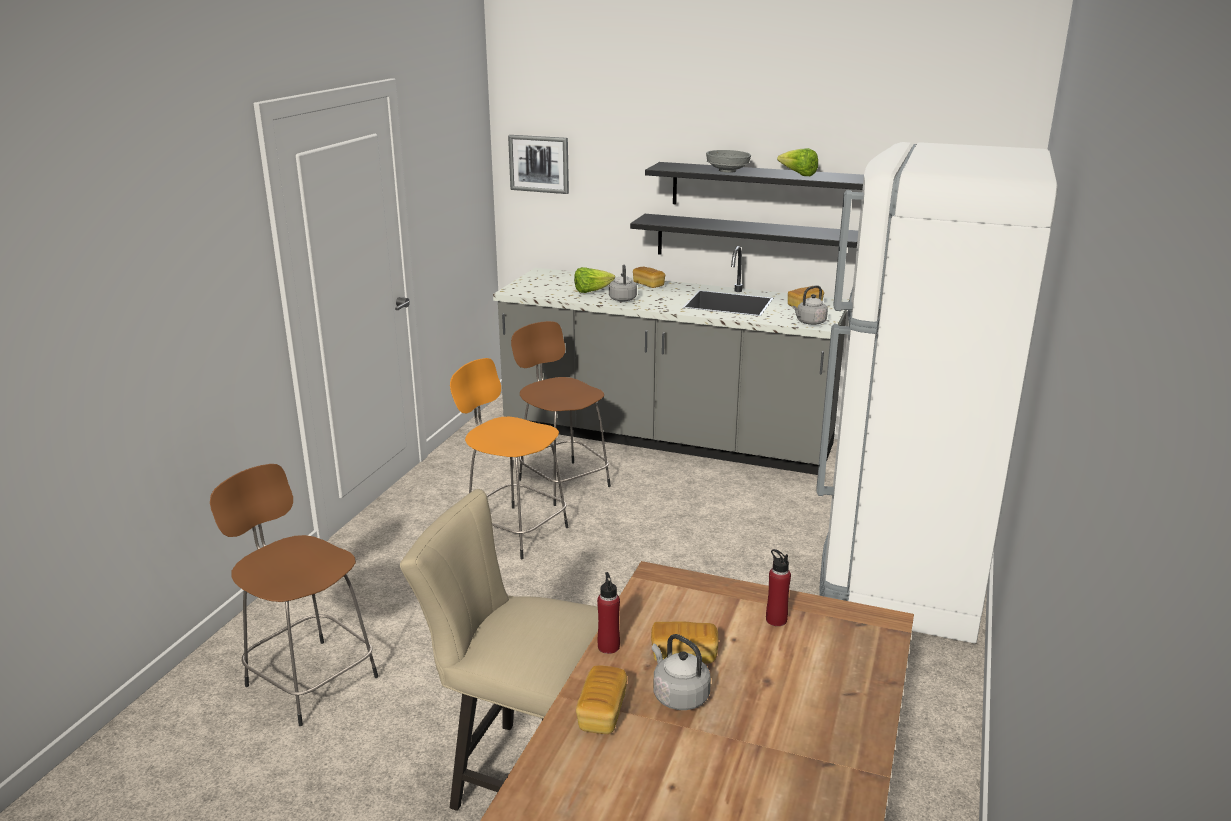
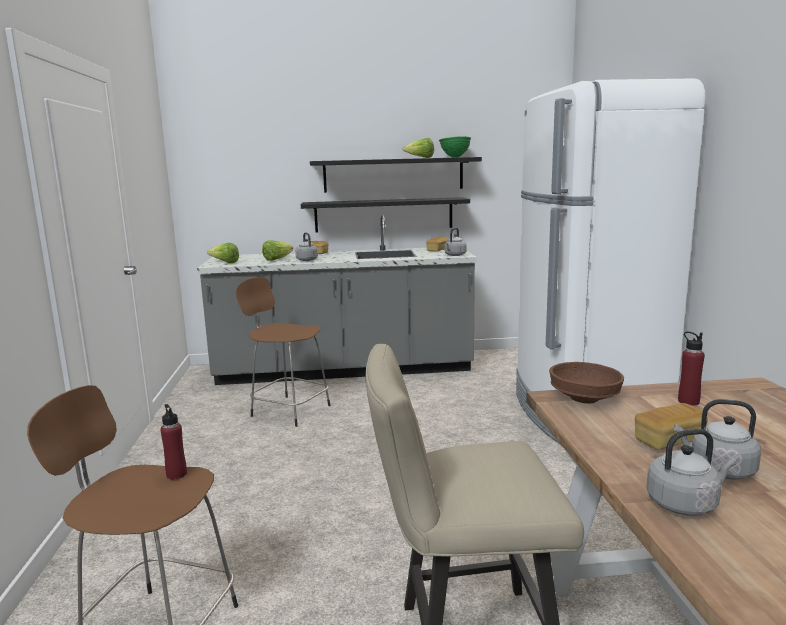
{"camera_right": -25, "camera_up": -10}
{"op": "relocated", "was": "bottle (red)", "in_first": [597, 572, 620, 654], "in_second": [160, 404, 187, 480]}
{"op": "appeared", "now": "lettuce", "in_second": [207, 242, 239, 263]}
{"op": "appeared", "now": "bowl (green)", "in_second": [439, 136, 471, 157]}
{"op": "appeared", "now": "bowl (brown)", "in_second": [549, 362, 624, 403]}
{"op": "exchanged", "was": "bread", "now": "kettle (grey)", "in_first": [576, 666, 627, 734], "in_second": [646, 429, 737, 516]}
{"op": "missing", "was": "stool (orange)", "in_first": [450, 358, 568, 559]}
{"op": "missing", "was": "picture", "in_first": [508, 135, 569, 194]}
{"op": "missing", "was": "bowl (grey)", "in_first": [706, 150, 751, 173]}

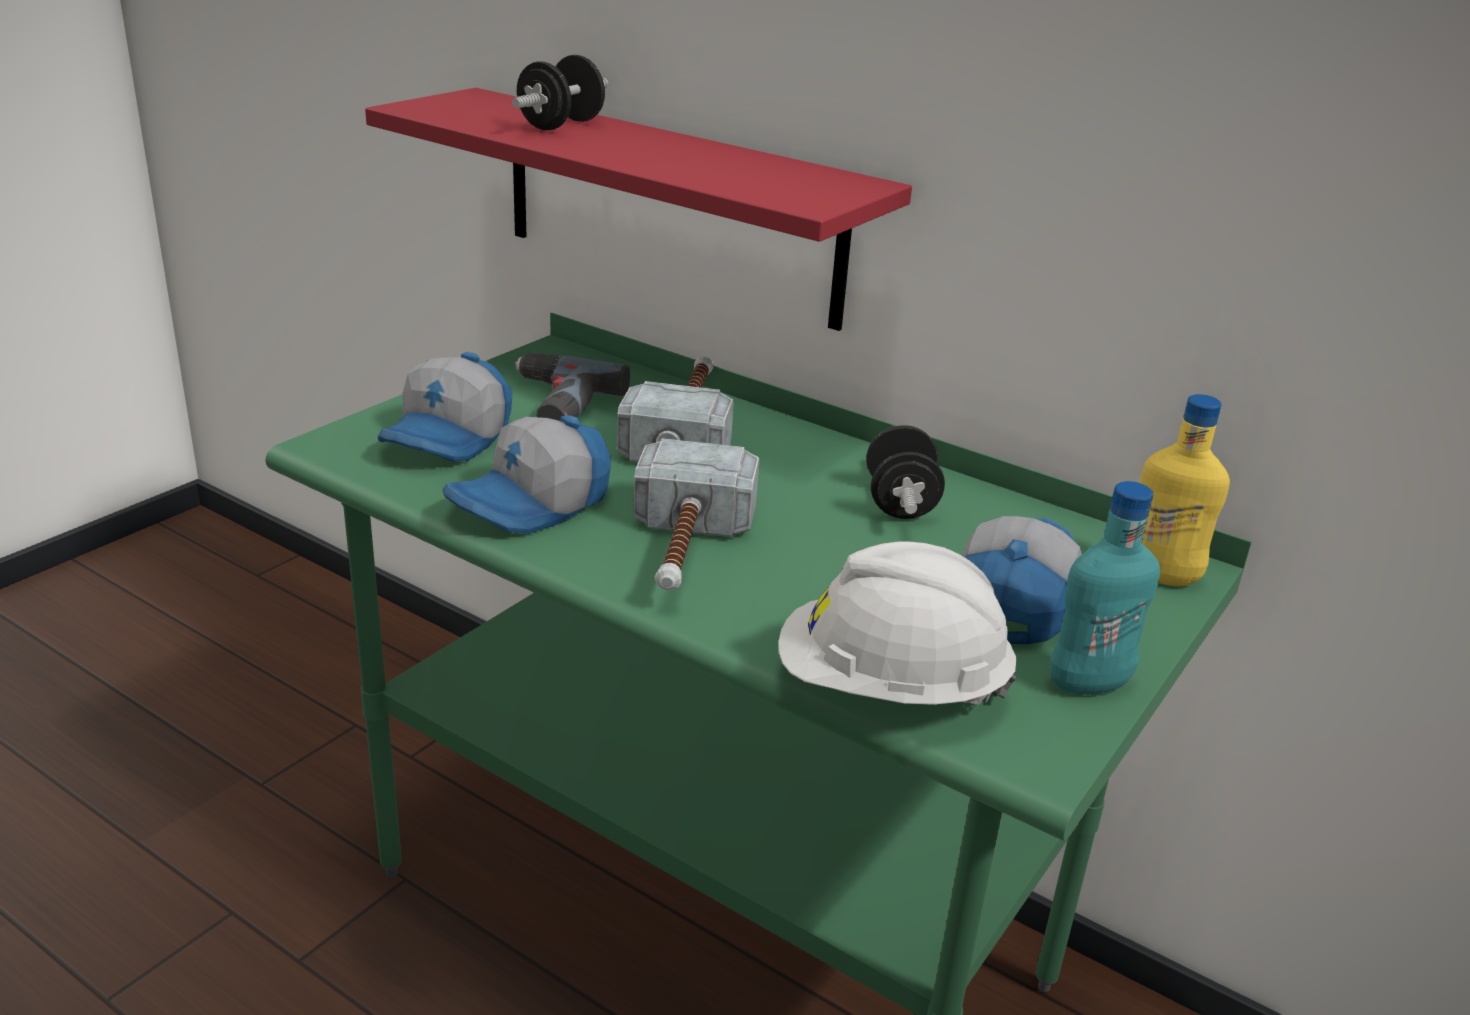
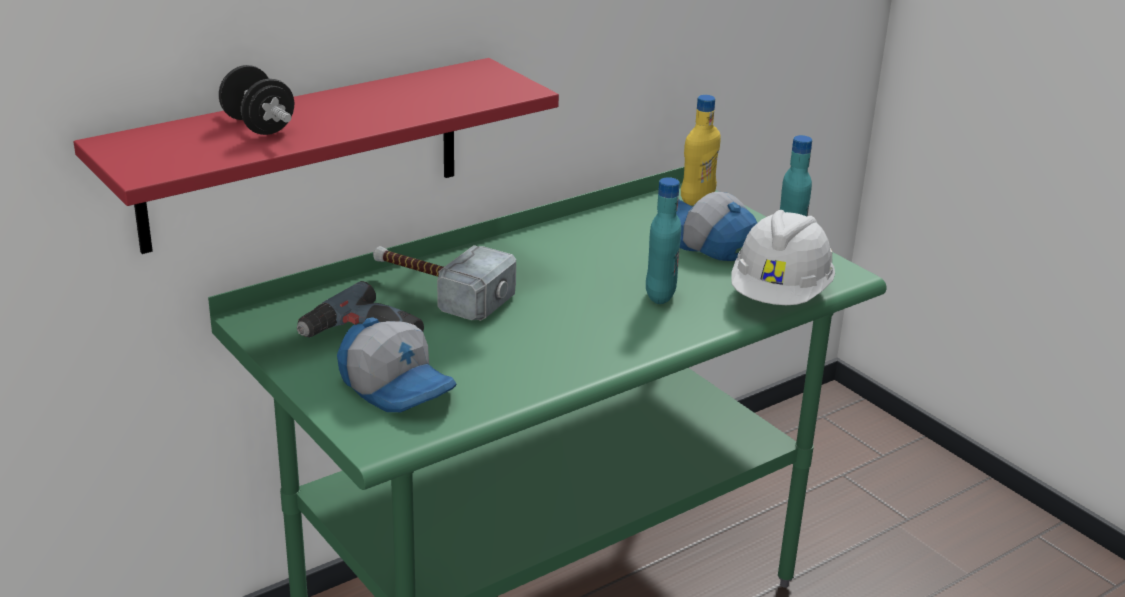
{"camera_right": -70, "camera_up": 0}
{"op": "appeared", "now": "bottle (turquoise)", "in_second": [646, 177, 681, 304]}
{"op": "missing", "was": "cap", "in_first": [442, 415, 611, 534]}
{"op": "missing", "was": "hammer", "in_first": [634, 438, 759, 590]}
{"op": "missing", "was": "dumbbell (black)", "in_first": [866, 425, 945, 519]}

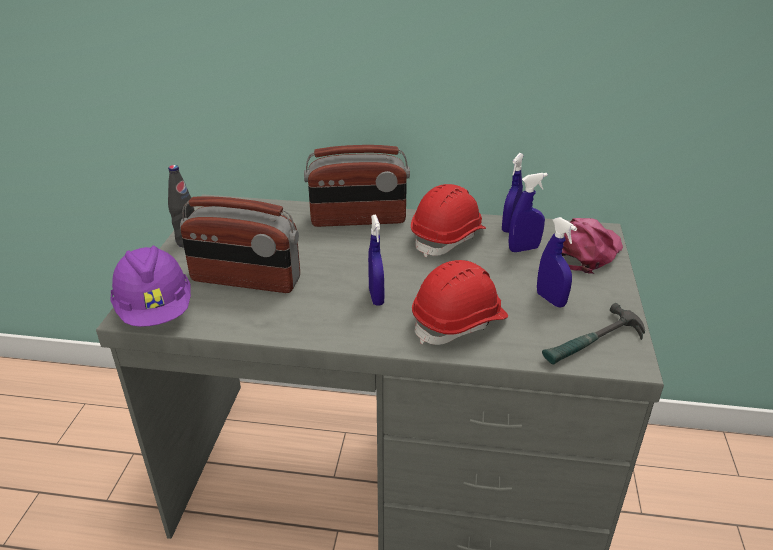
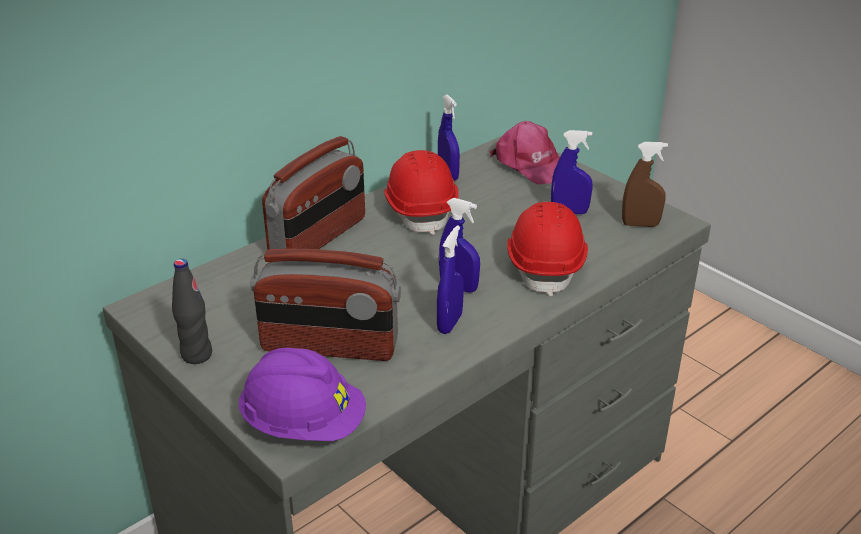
{"camera_right": -50, "camera_up": 0}
{"op": "spun", "was": "radio", "in_first": [180, 196, 300, 293], "in_second": [250, 248, 401, 361], "clockwise": 45}
{"op": "relocated", "was": "spray bottle (blue)", "in_first": [508, 173, 548, 252], "in_second": [437, 225, 464, 334]}
{"op": "spun", "was": "cap (pink)", "in_first": [562, 218, 623, 274], "in_second": [490, 121, 560, 184], "clockwise": 150}
{"op": "exchanged", "was": "hammer", "now": "spray bottle (brown)", "in_first": [542, 303, 645, 364], "in_second": [622, 142, 668, 227]}

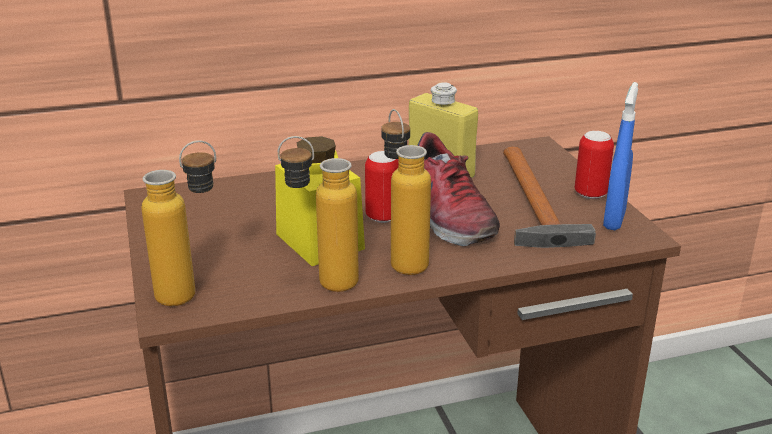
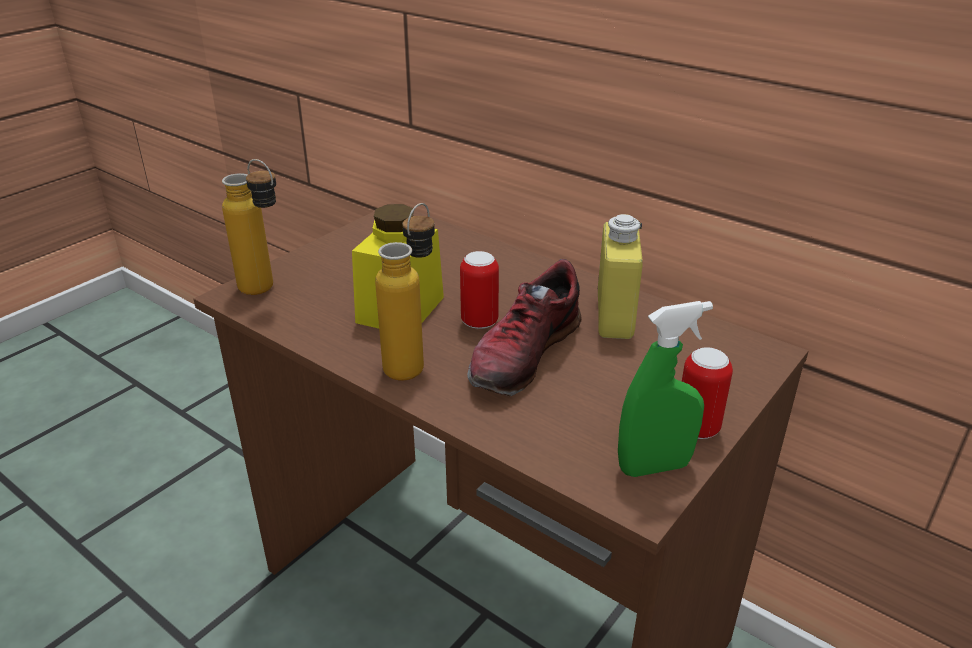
{"camera_right": 55, "camera_up": 5}
{"op": "colour", "was": "spray bottle (blue)", "now": "spray bottle (green)", "in_first": [603, 82, 638, 230], "in_second": [618, 301, 713, 477]}
{"op": "missing", "was": "bottle", "in_first": [278, 136, 359, 292]}
{"op": "missing", "was": "hammer", "in_first": [503, 146, 596, 248]}

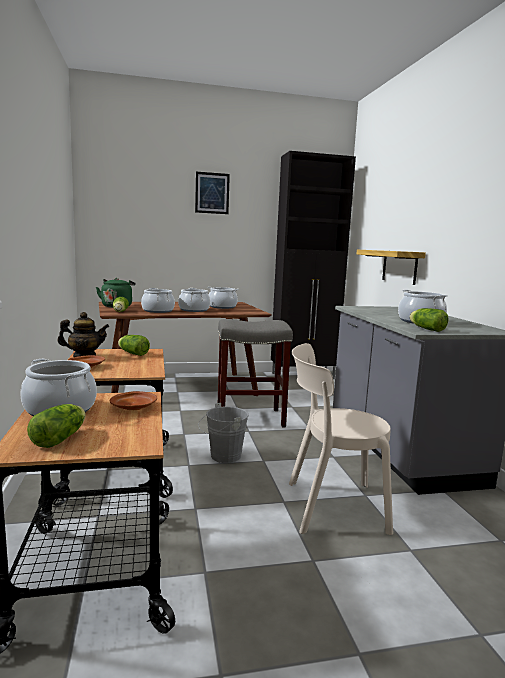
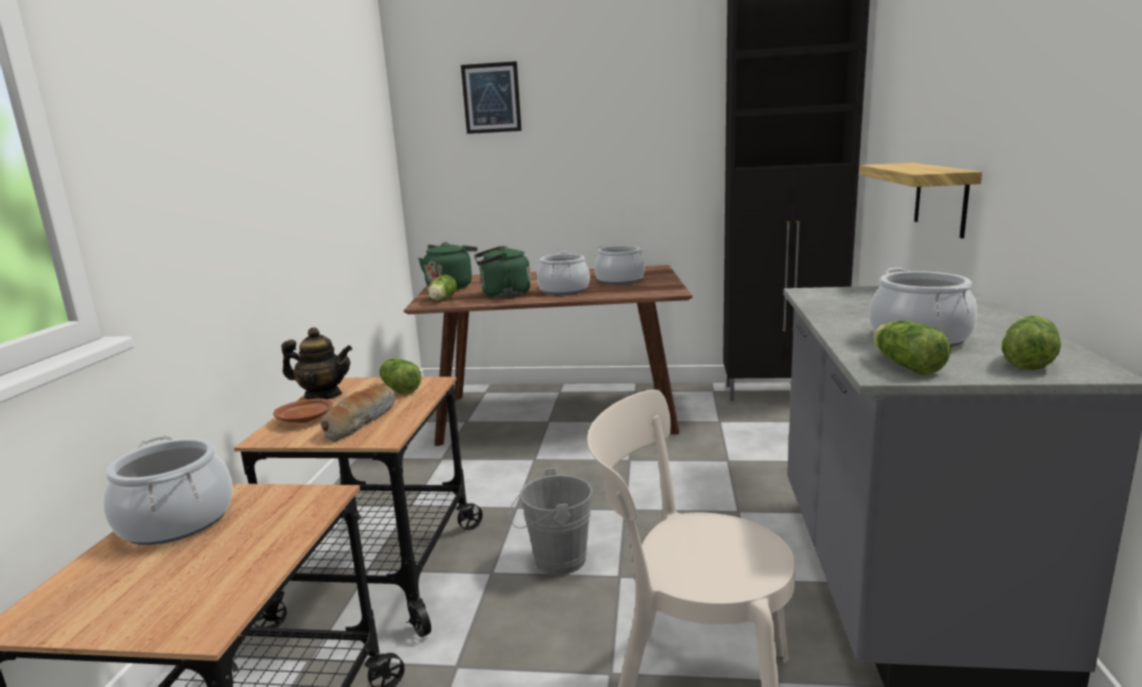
{"camera_right": 20, "camera_up": 5}
{"op": "appeared", "now": "bread", "in_second": [321, 385, 395, 442]}
{"op": "relocated", "was": "picture", "in_first": [195, 172, 230, 214], "in_second": [461, 61, 522, 134]}
{"op": "exchanged", "was": "cooking pot", "now": "kettle (green)", "in_first": [141, 288, 175, 313], "in_second": [474, 246, 531, 298]}
{"op": "relocated", "was": "lettuce", "in_first": [27, 404, 86, 448], "in_second": [1002, 316, 1061, 370]}
{"op": "missing", "was": "plate (brown)", "in_first": [109, 391, 157, 410]}
{"op": "missing", "was": "stool (grey)", "in_first": [218, 319, 293, 427]}

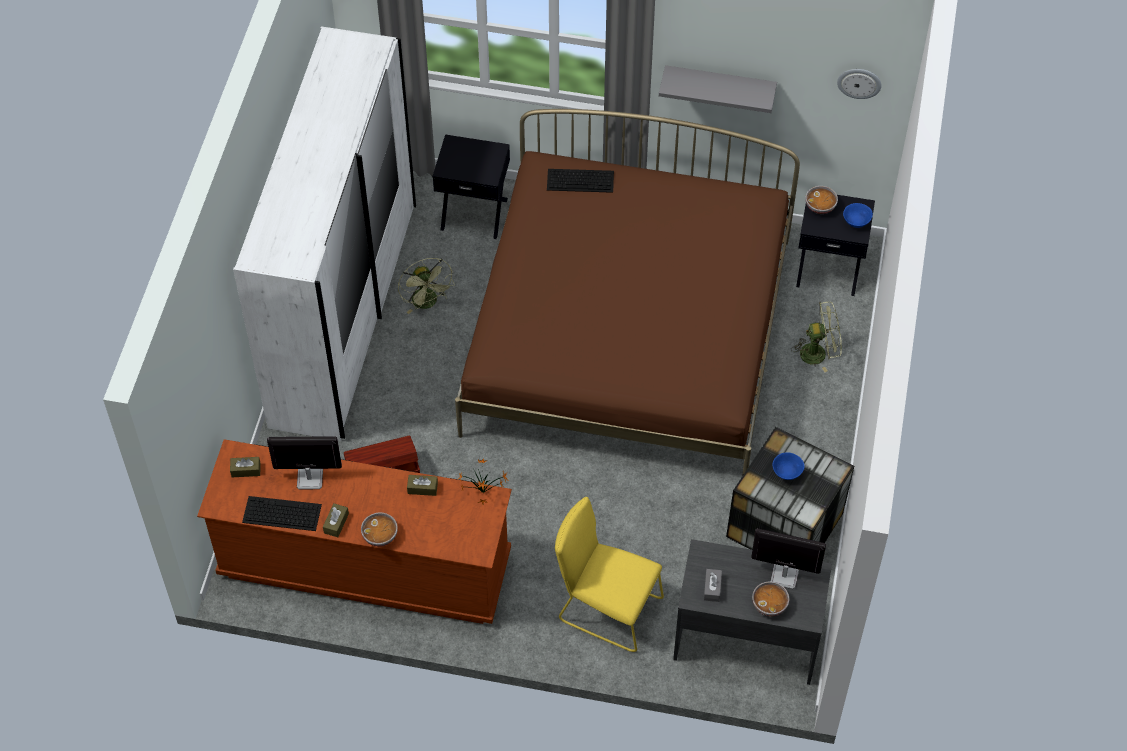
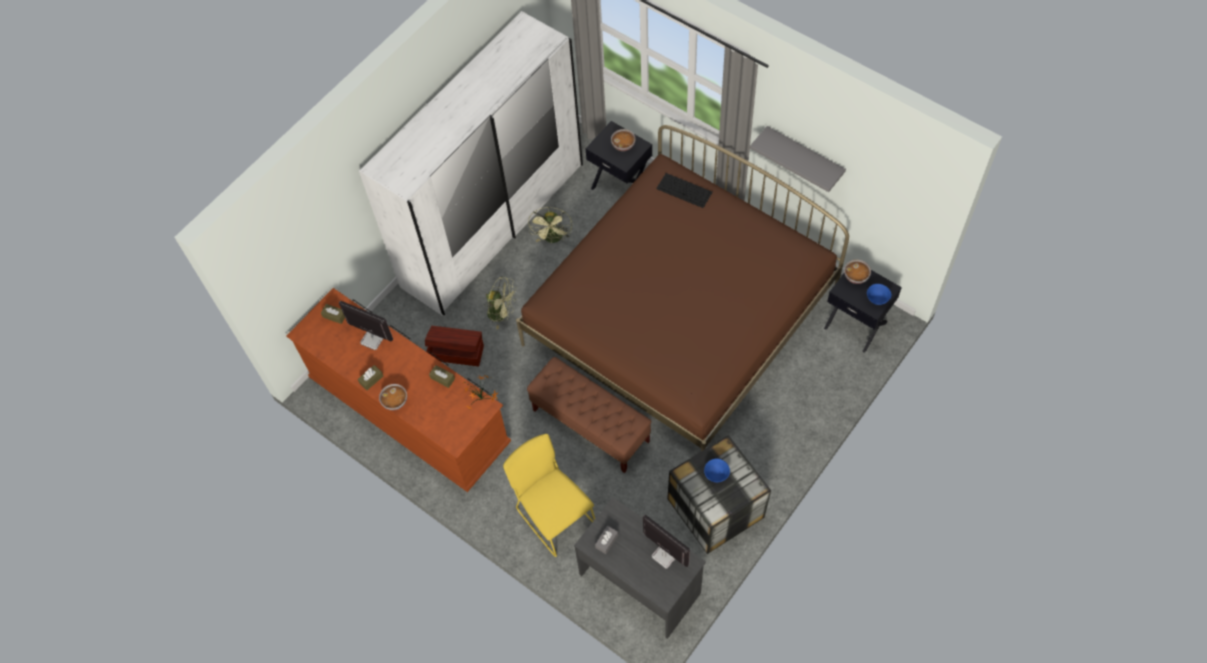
{"camera_right": 30, "camera_up": 5}
{"op": "relocated", "was": "fan (green)", "in_first": [791, 301, 842, 372], "in_second": [485, 277, 517, 329]}
{"op": "appeared", "now": "bench (brown)", "in_second": [527, 357, 651, 473]}
{"op": "relocated", "was": "bowl", "in_first": [752, 581, 789, 616], "in_second": [611, 129, 636, 151]}
{"op": "missing", "was": "keyboard", "in_first": [242, 496, 322, 531]}
{"op": "missing", "was": "wall clock", "in_first": [837, 69, 882, 99]}

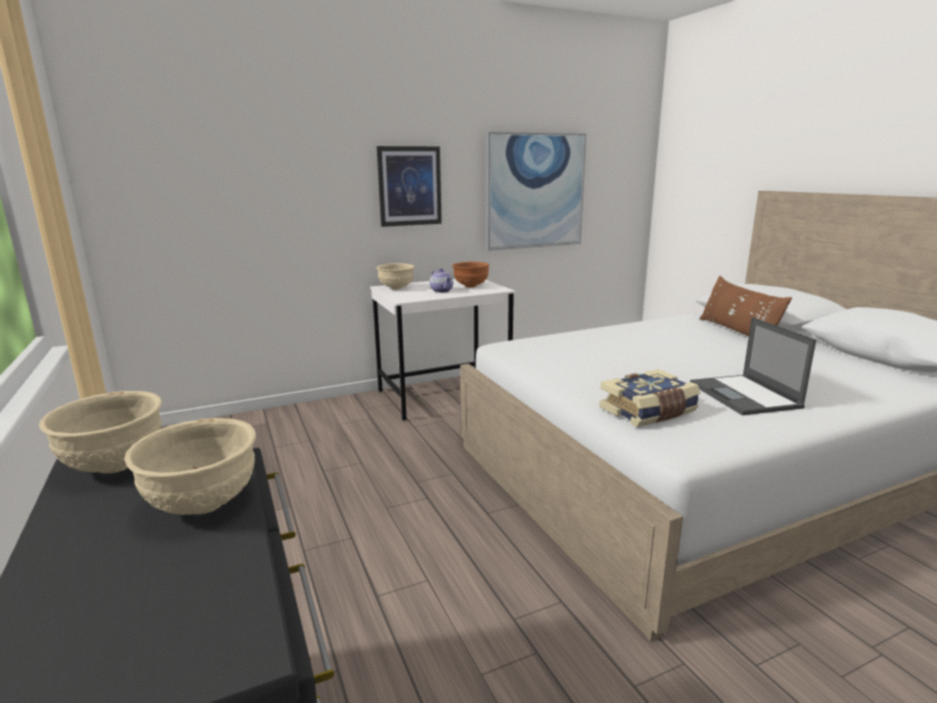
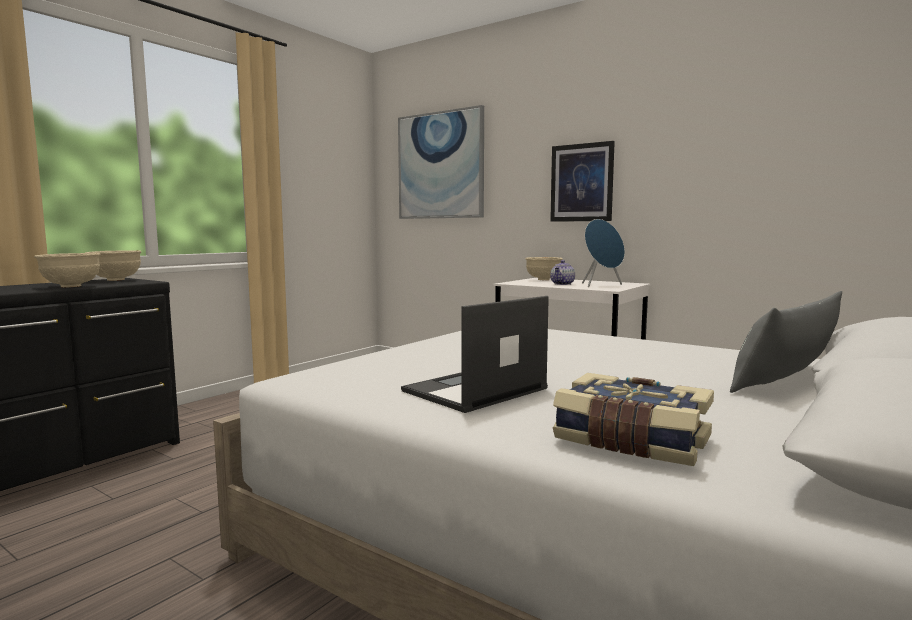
{"camera_right": 60, "camera_up": -10}
{"op": "relocated", "was": "picture", "in_first": [486, 132, 586, 250], "in_second": [398, 105, 484, 219]}
{"op": "relocated", "was": "book", "in_first": [599, 369, 700, 427], "in_second": [553, 373, 714, 466]}
{"op": "exchanged", "was": "bowl (brown)", "now": "speaker (blue)", "in_first": [452, 262, 490, 288], "in_second": [582, 219, 625, 287]}
{"op": "colour", "was": "pillow (brown)", "now": "pillow (grey)", "in_first": [700, 276, 792, 337], "in_second": [730, 291, 842, 393]}

